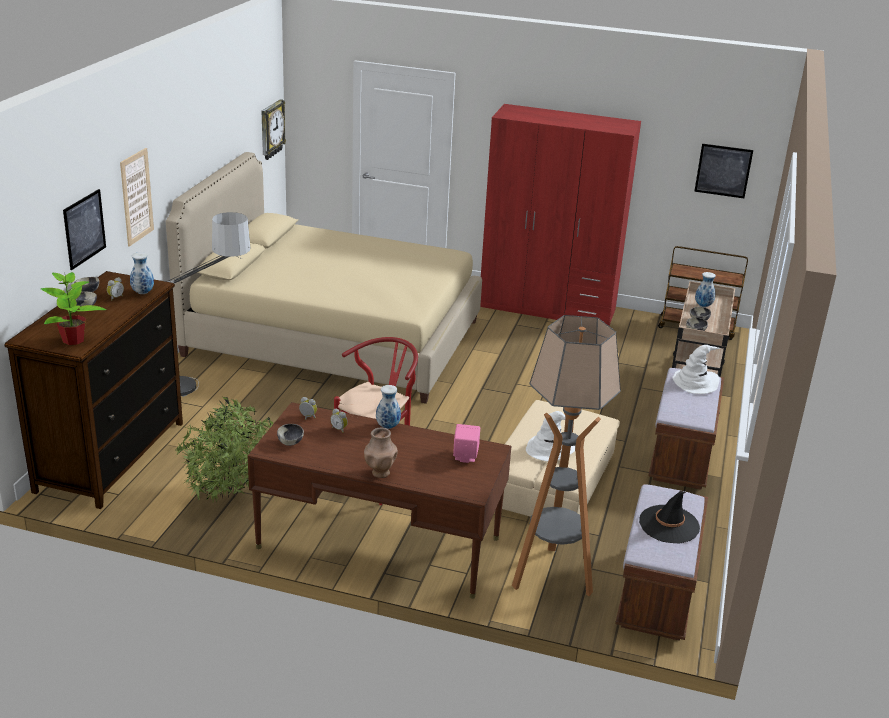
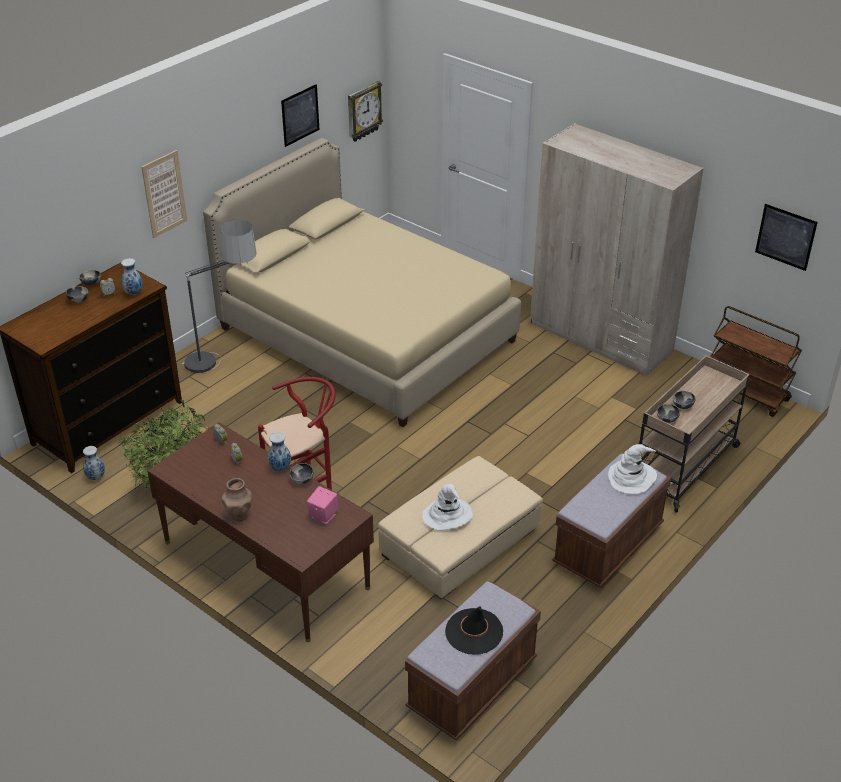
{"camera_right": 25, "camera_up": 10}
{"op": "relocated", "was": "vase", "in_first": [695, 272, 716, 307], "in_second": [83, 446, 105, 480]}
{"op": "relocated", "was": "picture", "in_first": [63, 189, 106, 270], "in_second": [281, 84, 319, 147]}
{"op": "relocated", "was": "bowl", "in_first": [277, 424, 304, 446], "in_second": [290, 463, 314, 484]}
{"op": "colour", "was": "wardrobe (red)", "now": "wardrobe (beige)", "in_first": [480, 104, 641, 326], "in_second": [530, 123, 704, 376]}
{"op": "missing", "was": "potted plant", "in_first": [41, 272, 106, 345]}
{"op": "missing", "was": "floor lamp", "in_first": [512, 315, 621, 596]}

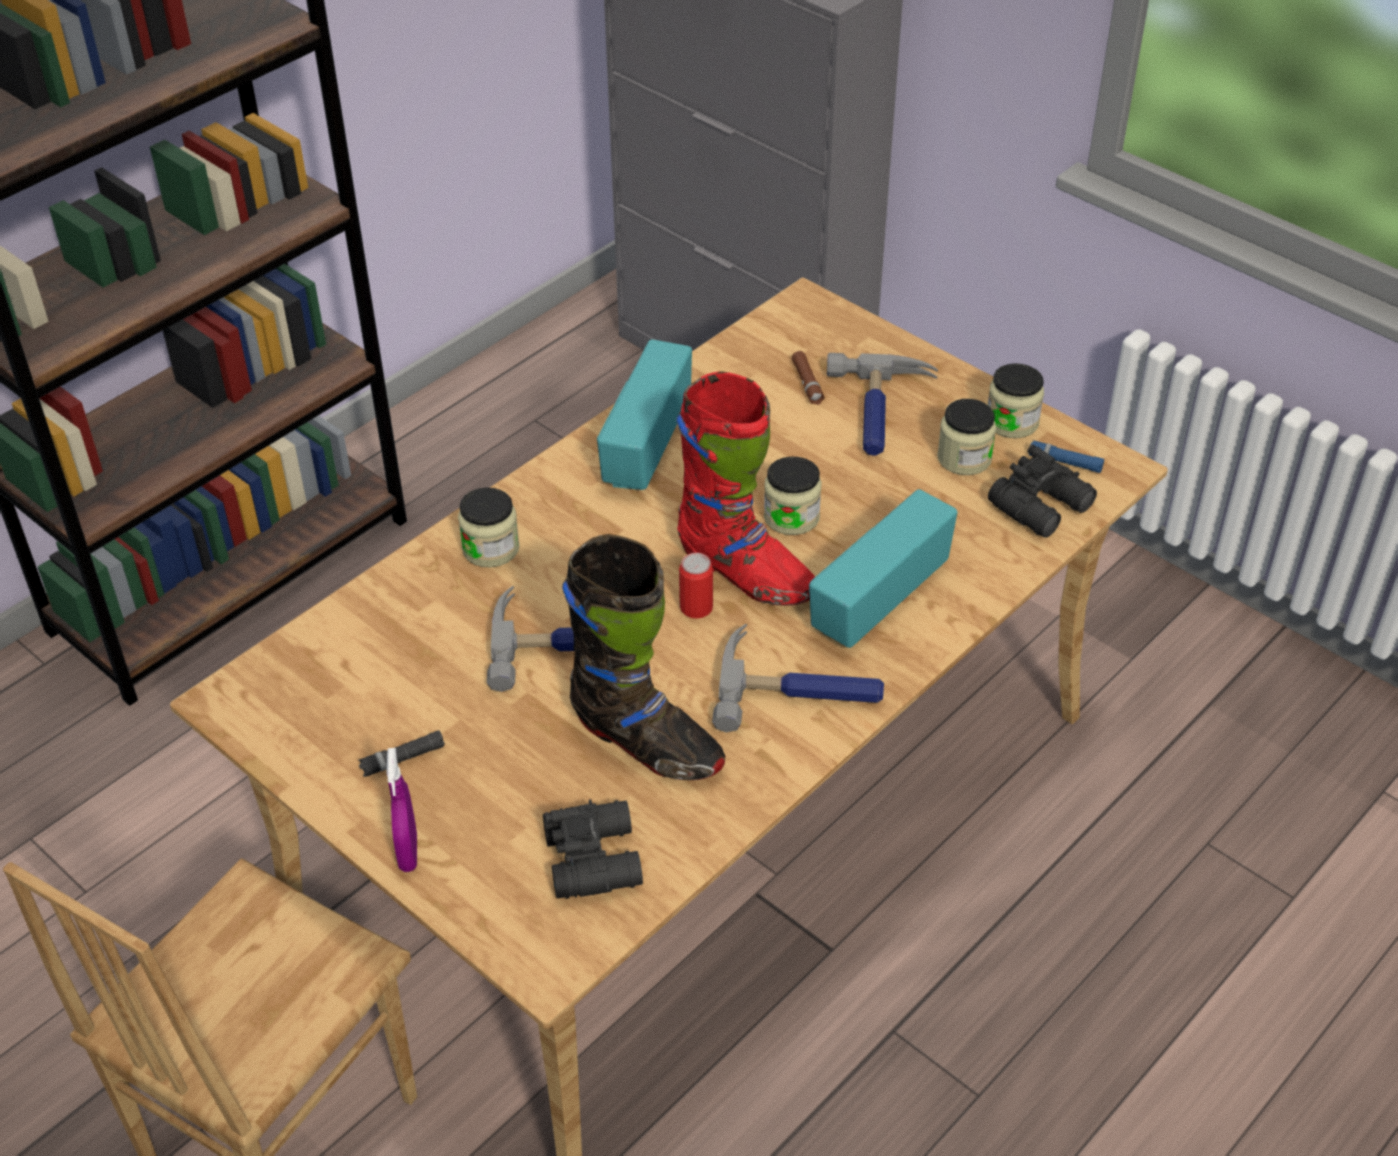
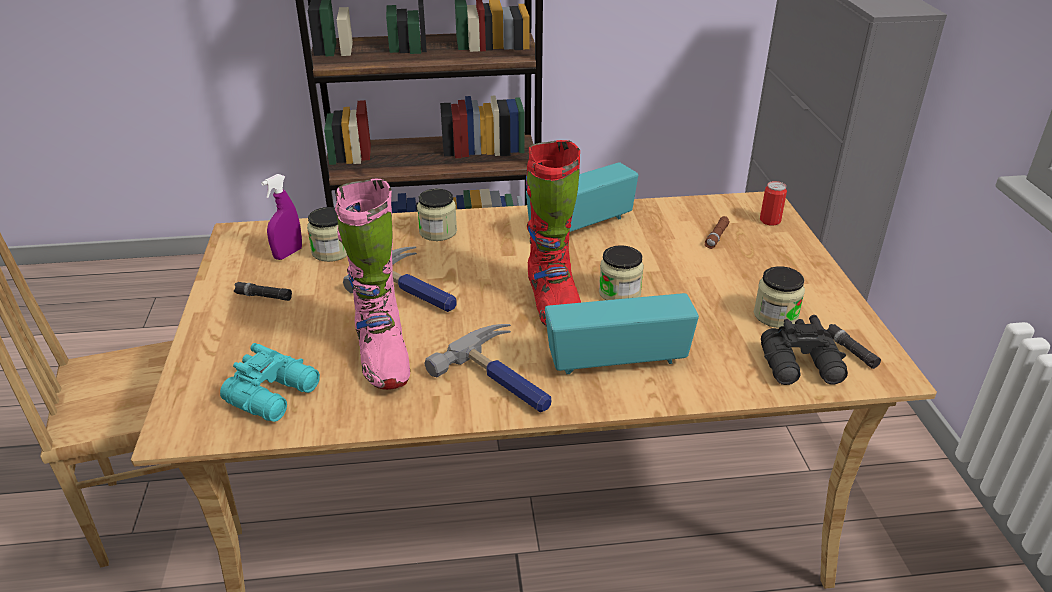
{"camera_right": 40, "camera_up": -10}
{"op": "colour", "was": "binoculars (black)", "now": "binoculars (turquoise)", "in_first": [543, 799, 643, 899], "in_second": [220, 343, 320, 422]}
{"op": "relocated", "was": "spray bottle (purple)", "in_first": [386, 748, 417, 872], "in_second": [261, 174, 302, 260]}
{"op": "relocated", "was": "jar", "in_first": [988, 363, 1044, 438], "in_second": [307, 207, 347, 262]}
{"op": "colour", "was": "boot (black)", "now": "boot (pink)", "in_first": [562, 534, 725, 780], "in_second": [335, 179, 410, 390]}
{"op": "relocated", "was": "can", "in_first": [679, 553, 713, 619], "in_second": [760, 181, 787, 226]}
{"op": "colour", "was": "flashlight (blue)", "now": "flashlight (black)", "in_first": [1028, 440, 1104, 473], "in_second": [827, 324, 881, 369]}
{"op": "missing", "was": "hammer", "in_first": [827, 353, 938, 456]}

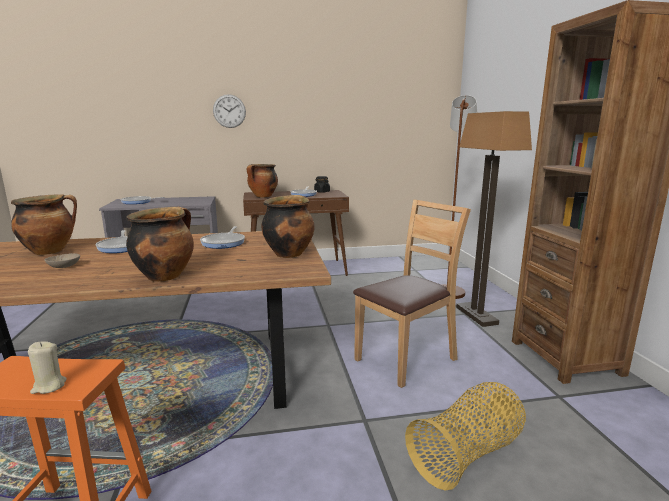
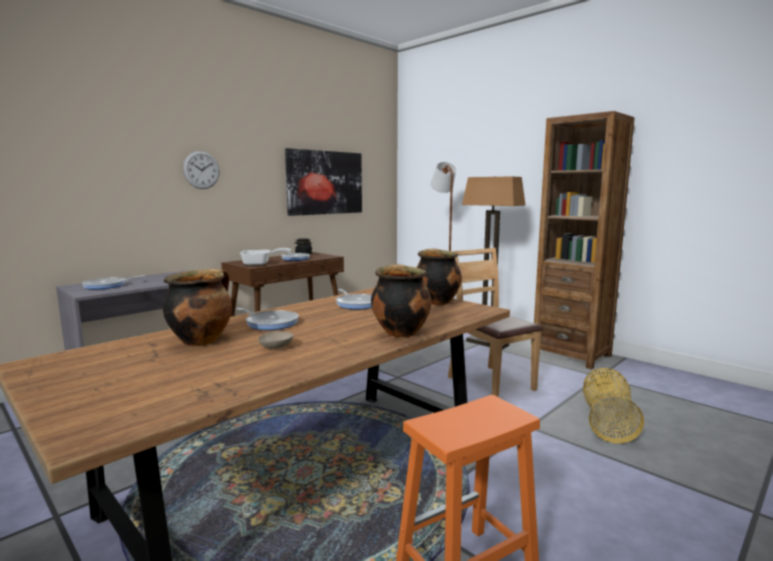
{"camera_right": -35, "camera_up": -5}
{"op": "exchanged", "was": "cooking pot", "now": "frying pan", "in_first": [247, 164, 278, 198], "in_second": [240, 248, 291, 265]}
{"op": "appeared", "now": "picture", "in_second": [285, 148, 362, 216]}
{"op": "spun", "was": "chair (brown)", "in_first": [353, 200, 471, 388], "in_second": [448, 248, 543, 397], "clockwise": -45}
{"op": "missing", "was": "candle (beige)", "in_first": [28, 341, 67, 394]}

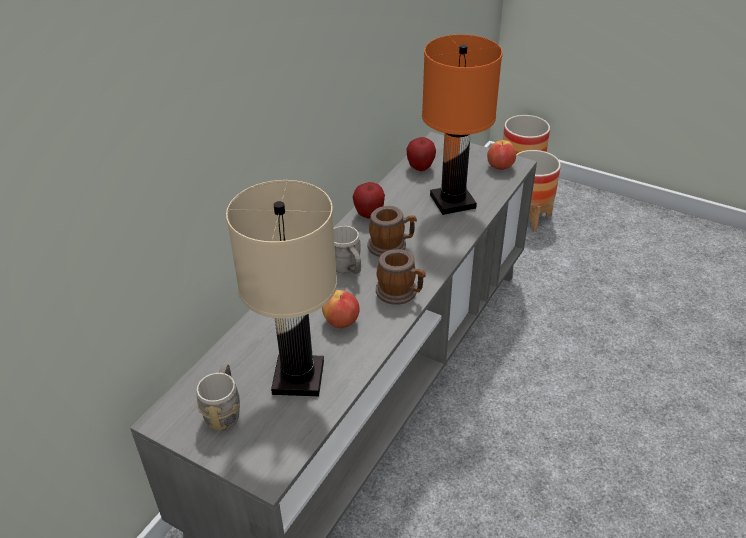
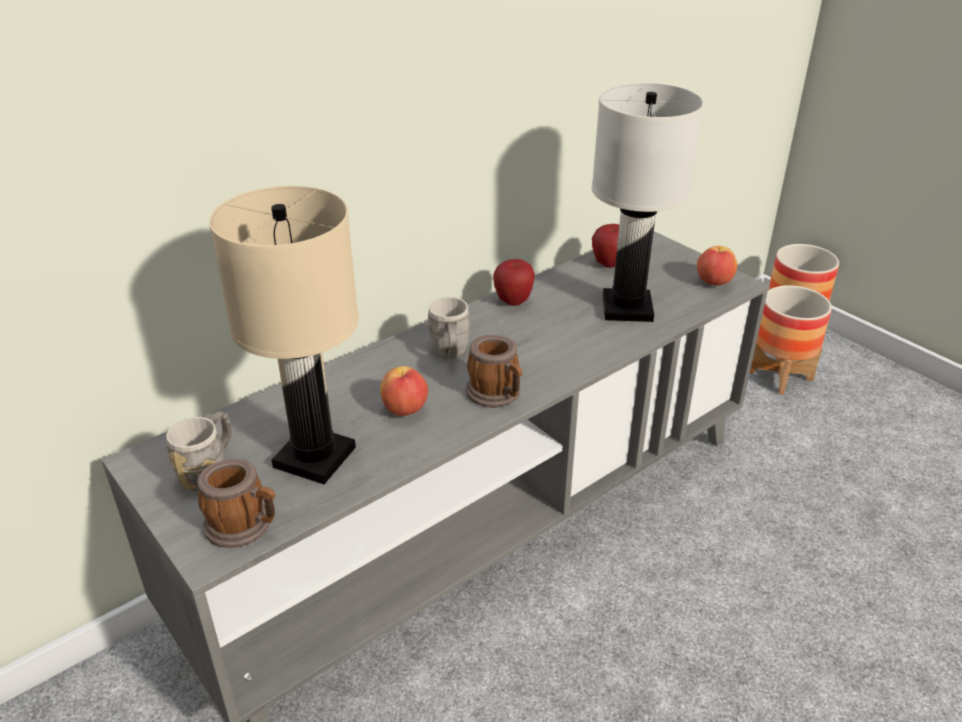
{"camera_right": 20, "camera_up": -5}
{"op": "relocated", "was": "mug", "in_first": [367, 206, 417, 257], "in_second": [197, 458, 275, 548]}
{"op": "colour", "was": "table lamp (orange)", "now": "table lamp (white)", "in_first": [422, 34, 502, 215], "in_second": [592, 83, 704, 322]}

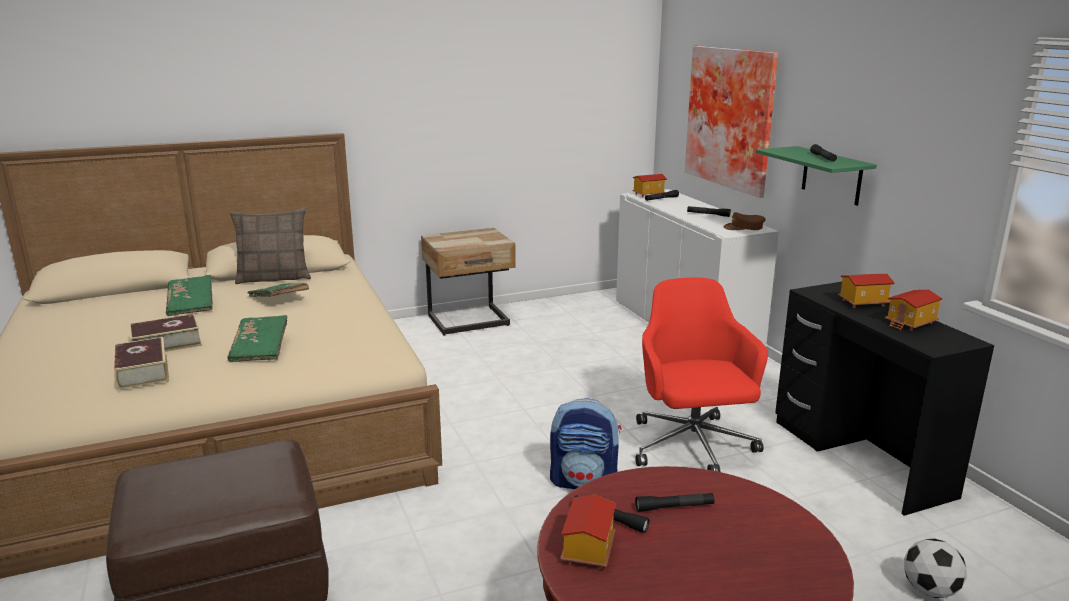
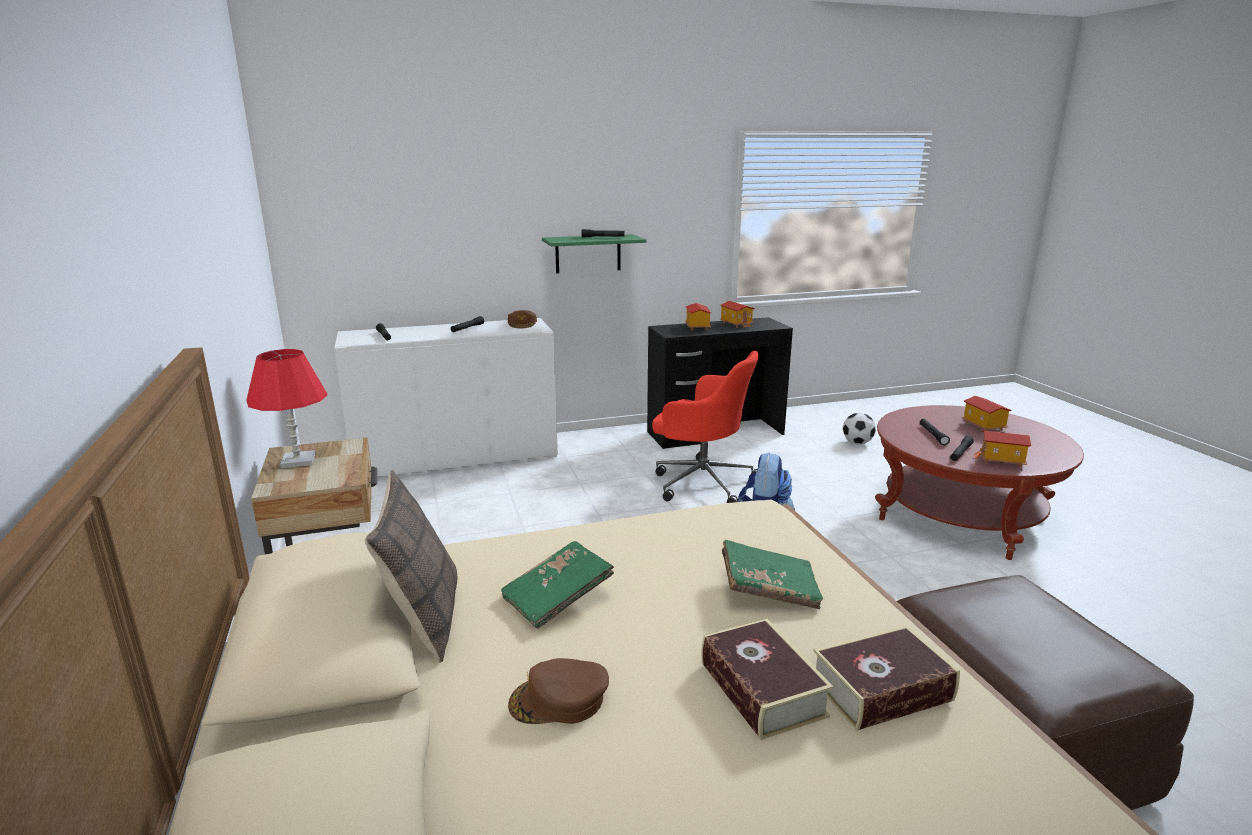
{"camera_right": -85, "camera_up": 0}
{"op": "appeared", "now": "table lamp (red)", "in_second": [247, 349, 327, 468]}
{"op": "exchanged", "was": "book (green)", "now": "cap (brown)", "in_first": [166, 275, 213, 316], "in_second": [508, 658, 609, 724]}
{"op": "spun", "was": "office chair (red)", "in_first": [635, 278, 768, 472], "in_second": [652, 351, 759, 503], "clockwise": -150}
{"op": "relocated", "was": "toy house", "in_first": [632, 174, 667, 197], "in_second": [962, 396, 1011, 431]}
{"op": "missing", "was": "picture", "in_first": [685, 46, 778, 198]}

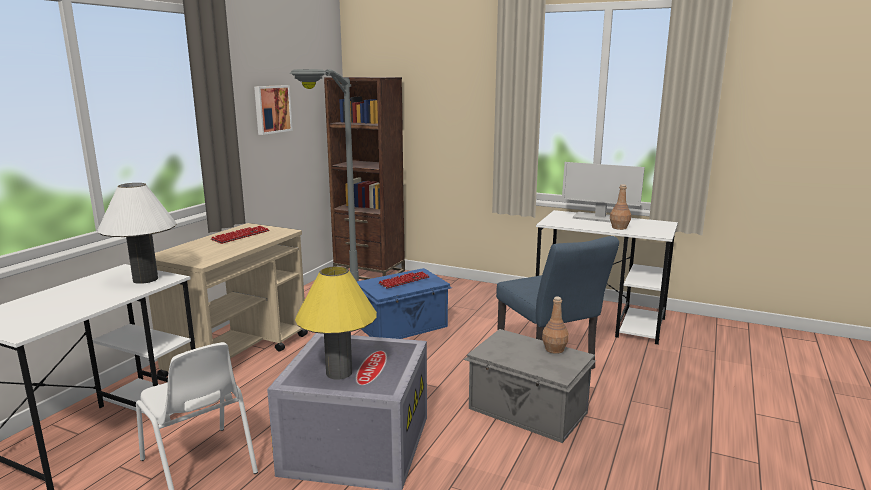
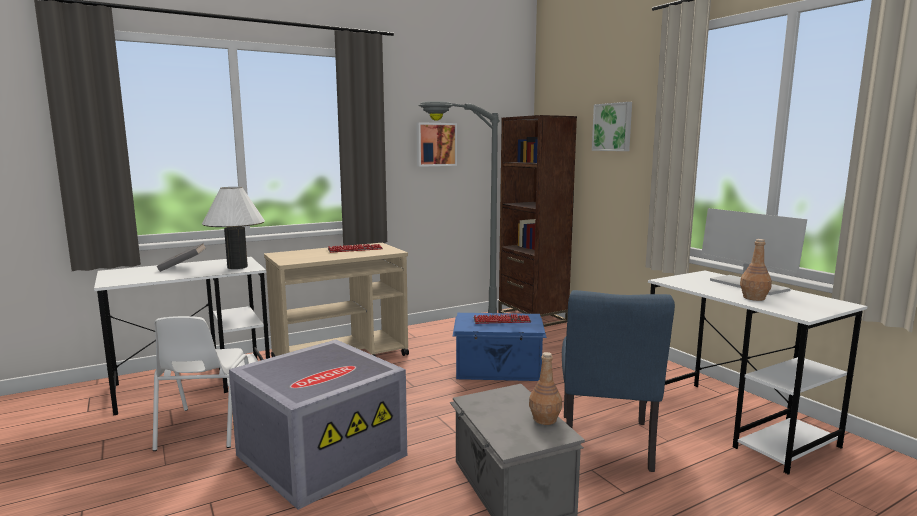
{"camera_right": 35, "camera_up": -5}
{"op": "appeared", "now": "book (grey)", "in_second": [157, 243, 206, 272]}
{"op": "appeared", "now": "picture", "in_second": [592, 102, 632, 151]}
{"op": "missing", "was": "table lamp (yellow)", "in_first": [295, 266, 377, 380]}

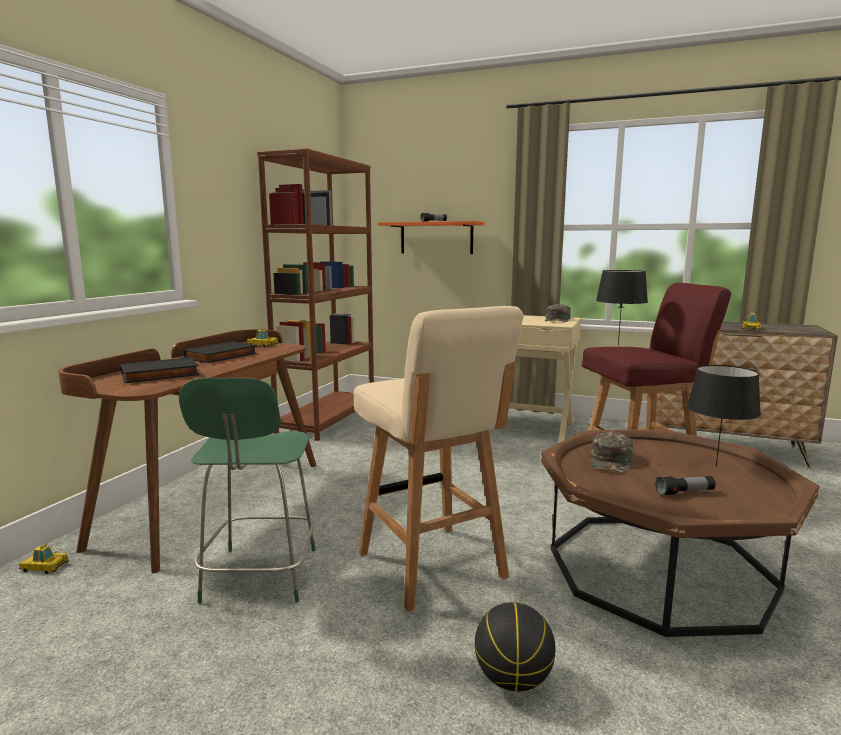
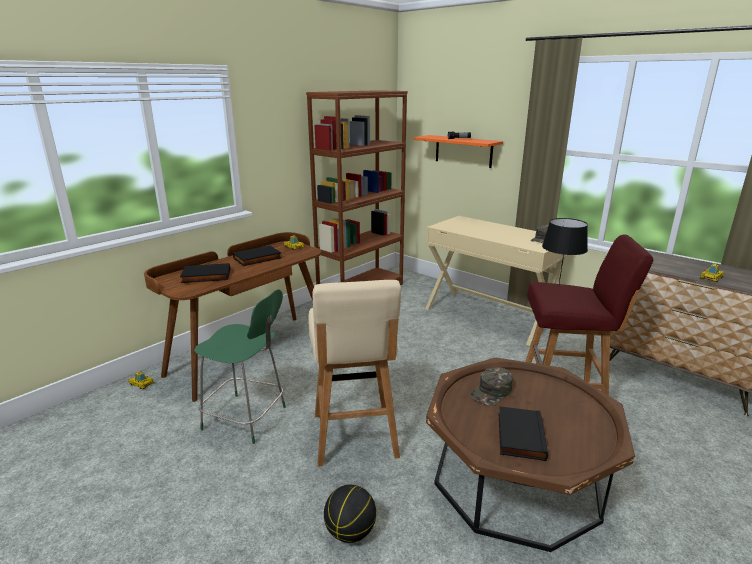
{"camera_right": 20, "camera_up": 10}
{"op": "spun", "was": "chair (green)", "in_first": [179, 378, 316, 603], "in_second": [194, 289, 286, 444], "clockwise": -90}
{"op": "exchanged", "was": "flashlight", "now": "book (black)", "in_first": [655, 476, 716, 496], "in_second": [499, 406, 548, 461]}
{"op": "missing", "was": "table lamp (black)", "in_first": [687, 365, 761, 466]}

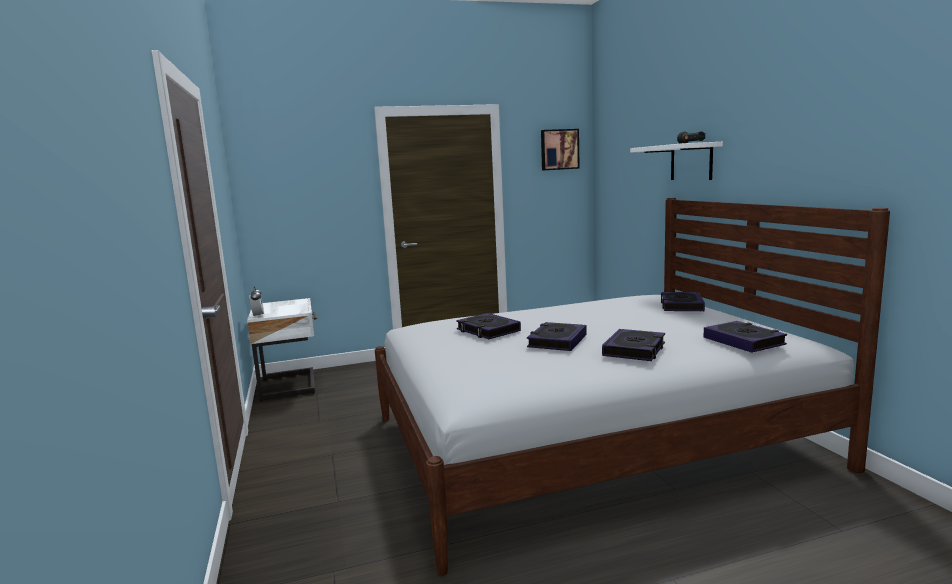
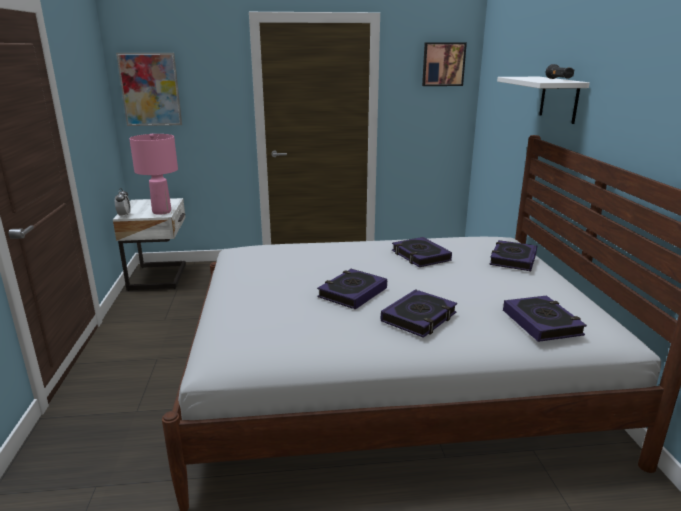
{"camera_right": 10, "camera_up": 10}
{"op": "appeared", "now": "picture", "in_second": [116, 53, 182, 126]}
{"op": "appeared", "now": "table lamp (pink)", "in_second": [129, 134, 178, 215]}
{"op": "relocated", "was": "book", "in_first": [456, 313, 521, 339], "in_second": [392, 237, 452, 267]}

